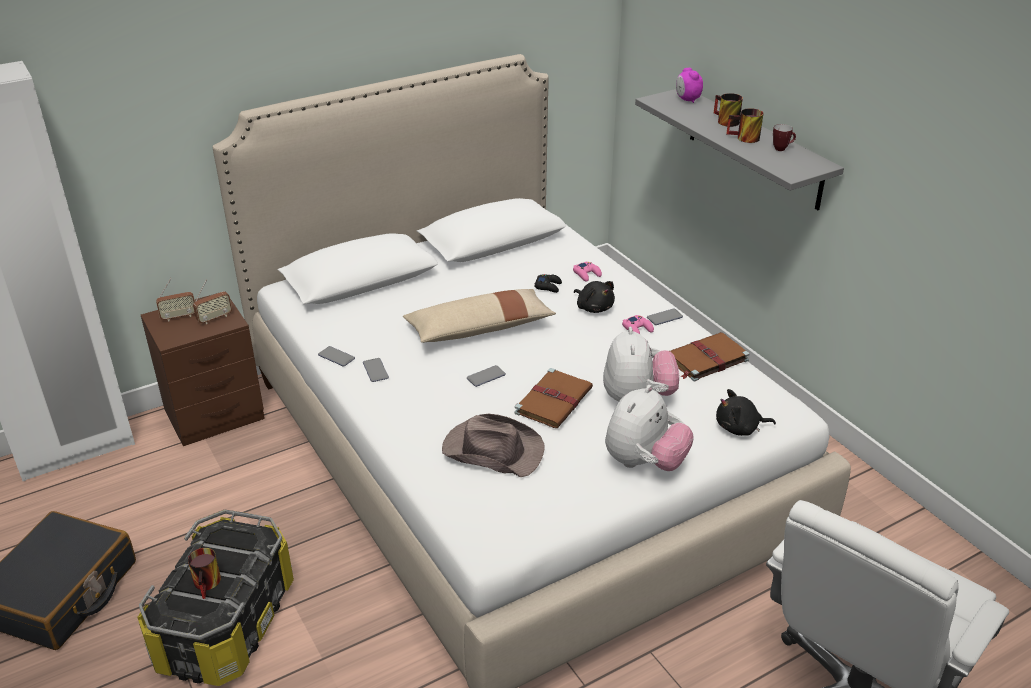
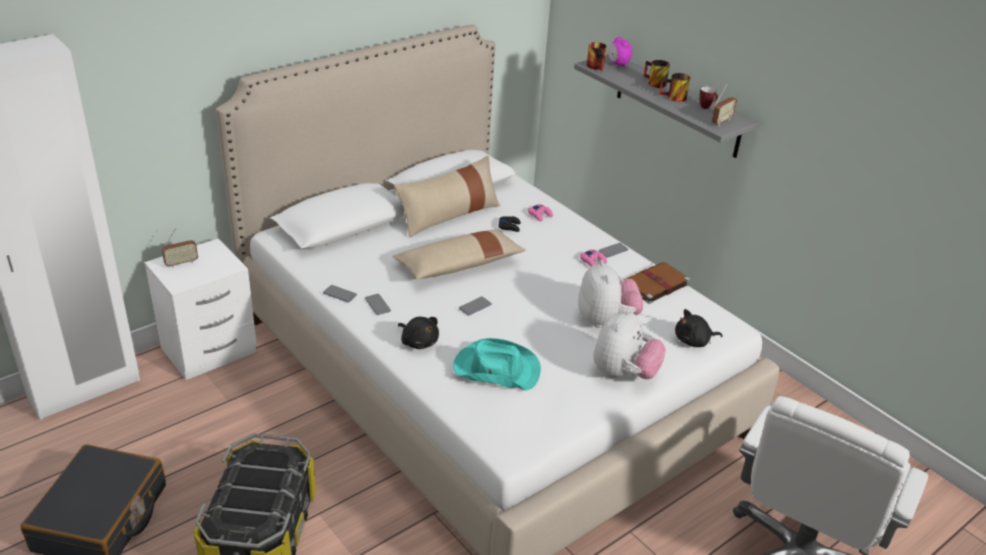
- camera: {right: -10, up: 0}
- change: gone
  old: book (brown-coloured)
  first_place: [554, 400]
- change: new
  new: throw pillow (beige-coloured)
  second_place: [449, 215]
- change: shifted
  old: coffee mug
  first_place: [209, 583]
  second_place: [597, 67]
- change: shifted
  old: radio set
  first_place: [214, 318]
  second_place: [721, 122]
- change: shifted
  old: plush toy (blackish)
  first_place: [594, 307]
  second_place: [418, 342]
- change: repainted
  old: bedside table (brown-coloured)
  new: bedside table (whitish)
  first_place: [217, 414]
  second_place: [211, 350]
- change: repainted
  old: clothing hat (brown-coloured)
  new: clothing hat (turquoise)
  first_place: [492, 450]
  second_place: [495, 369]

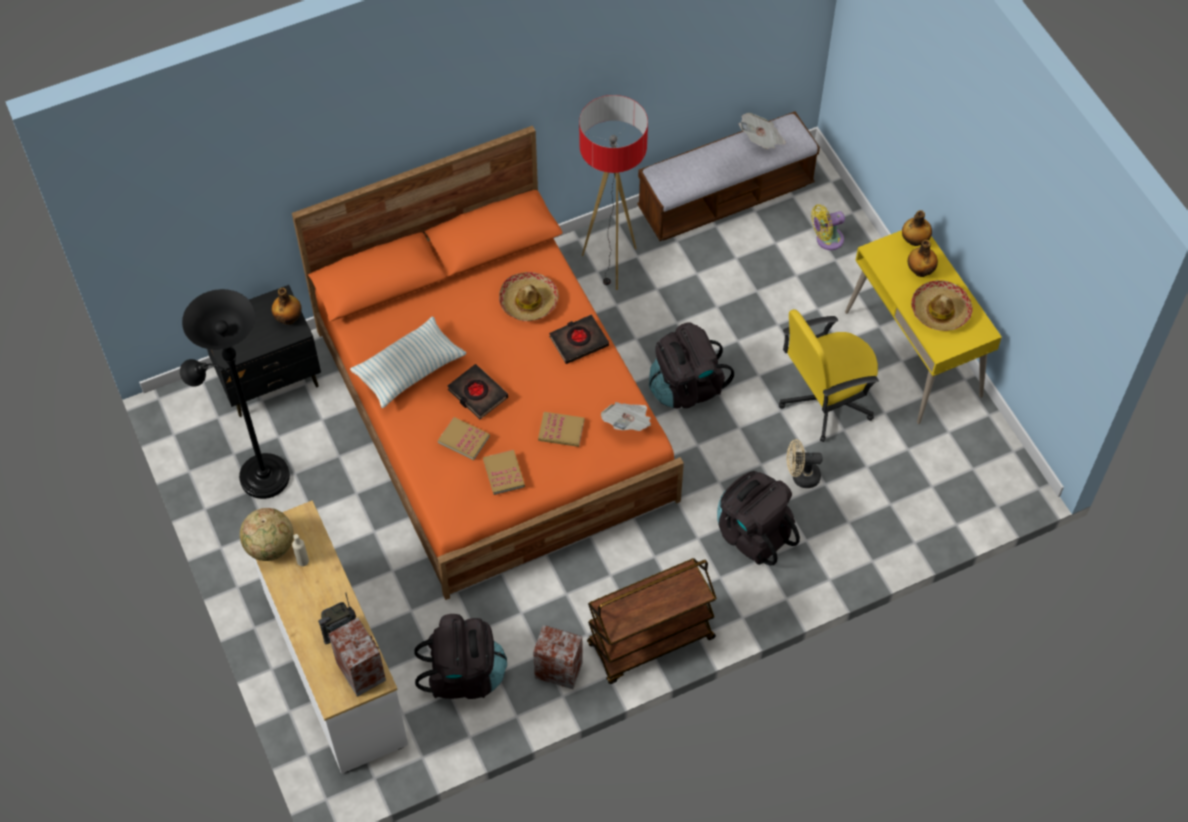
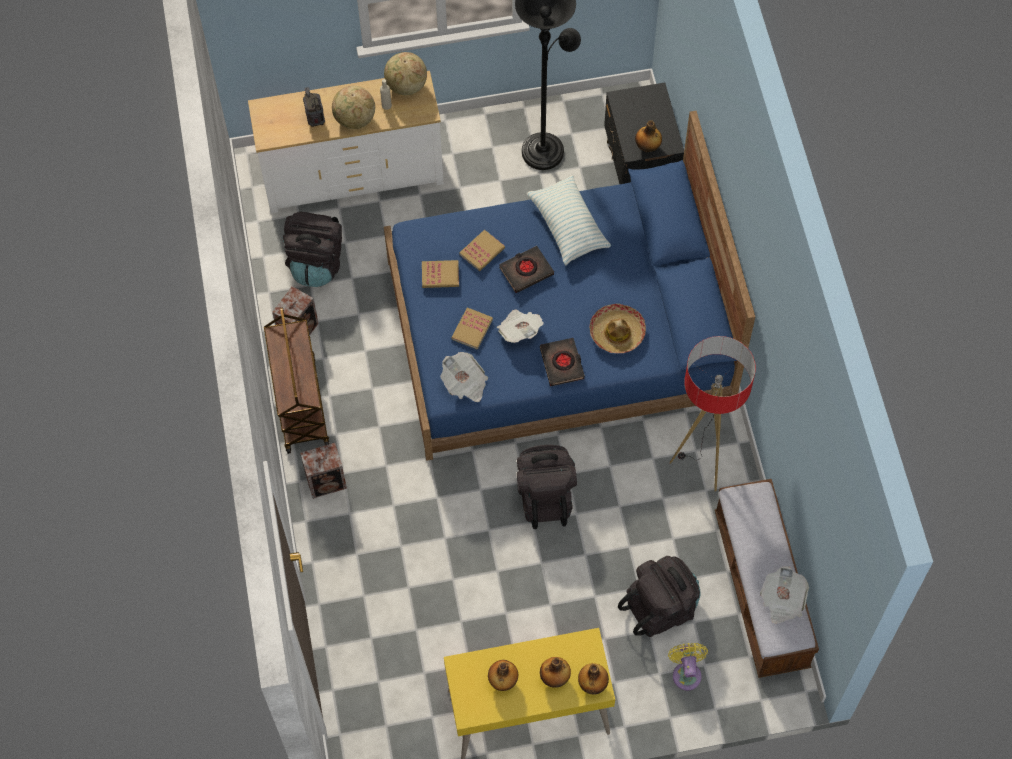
- camera: {right: 105, up: 5}
- change: gone
  old: computer chair (yellowish)
  first_place: [824, 401]
- change: gone
  old: cooling fan (beige-coloured)
  first_place: [801, 476]
- change: new
  new: desk globe
  second_place: [355, 120]
- change: new
  new: printed paper
  second_place: [519, 331]
- change: shifted
  old: speaker
  first_place: [360, 669]
  second_place: [327, 482]
- change: shifted
  old: backpack (blackish)
  first_place: [752, 533]
  second_place: [661, 607]
- change: swapped
  old: clothing hat
  new: beverage bottle
  first_place: [940, 311]
  second_place: [502, 680]
- change: repainted
  old: sleeping bed (orange-coloured)
  new: sleeping bed (bluish)
  first_place: [494, 413]
  second_place: [559, 332]

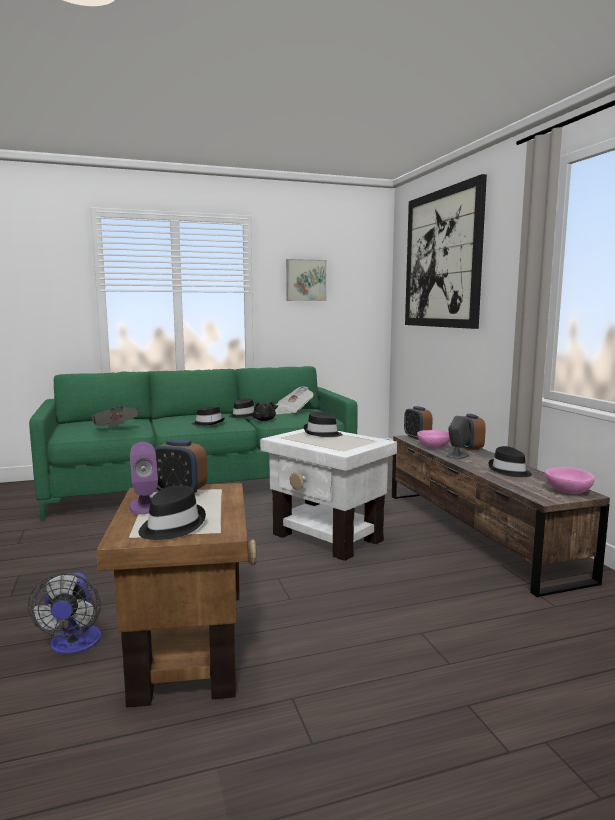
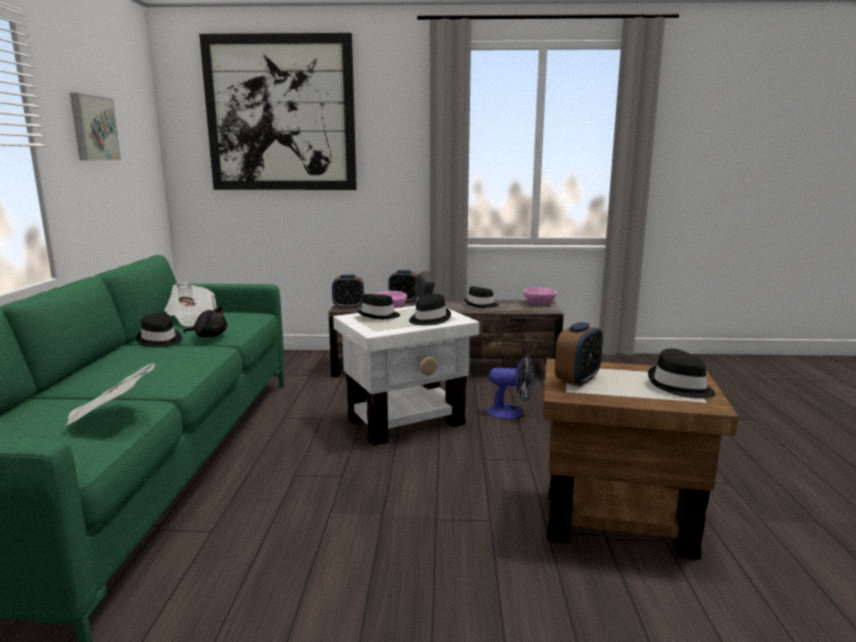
- camera: {right: -70, up: 5}
- change: gone
  old: speaker (purplish)
  first_place: [145, 506]
- change: shifted
  old: cooling fan
  first_place: [74, 645]
  second_place: [511, 412]
- change: shifted
  old: clothing hat (blackish)
  first_place: [208, 423]
  second_place: [428, 319]

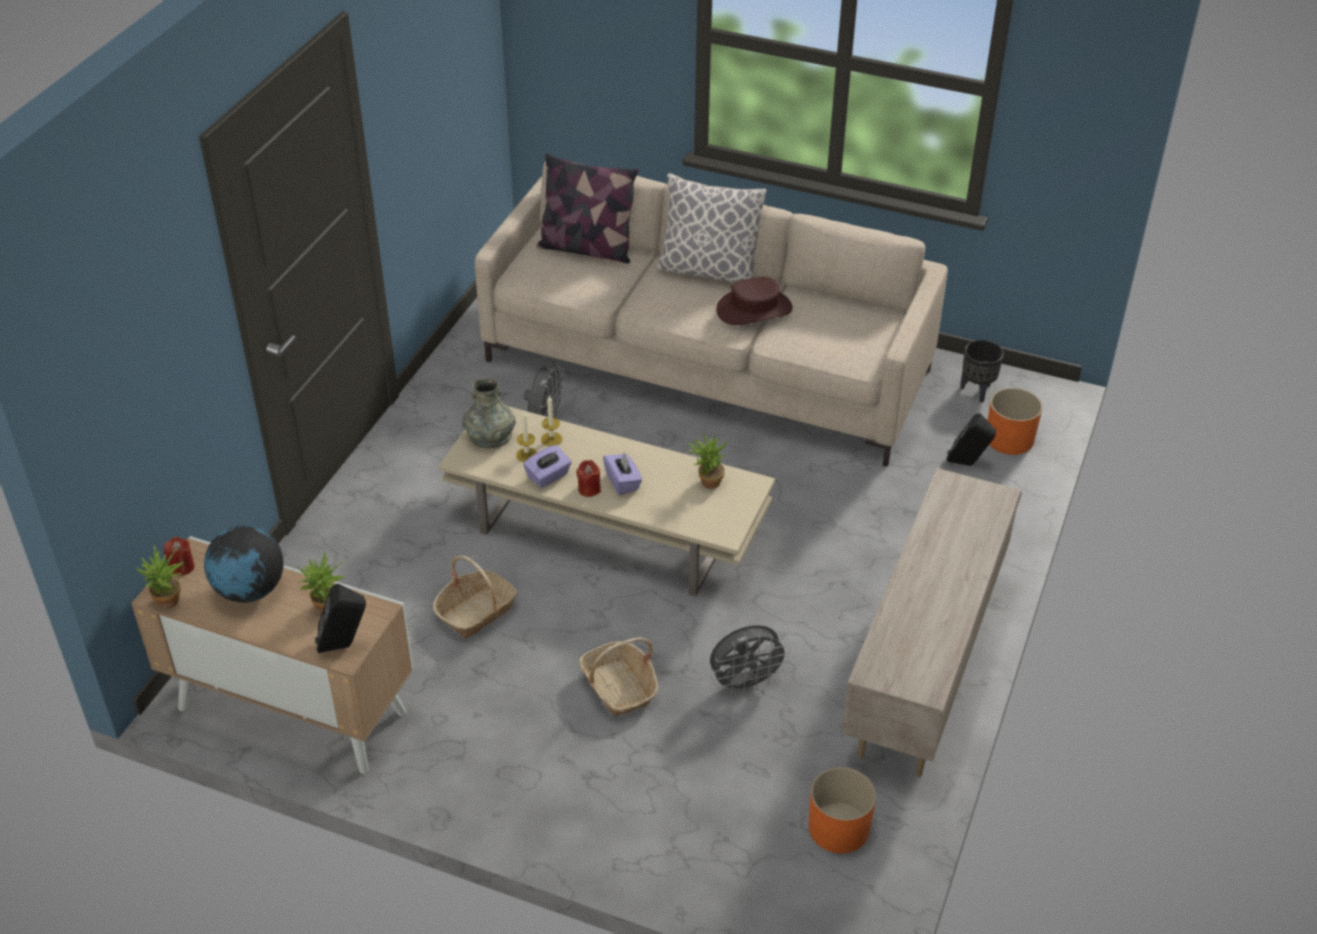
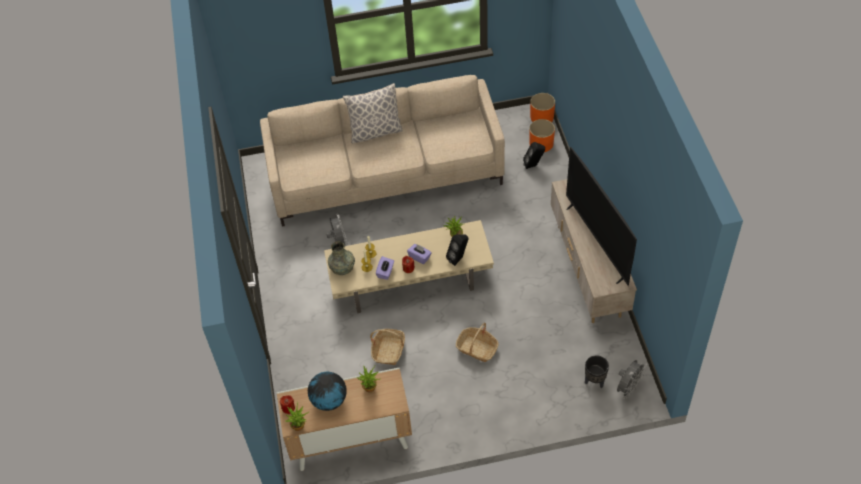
- camera: {right: -30, up: 10}
- change: gone
  old: throw pillow
  first_place: [586, 248]
- change: gone
  old: clothing hat (brown-coloured)
  first_place: [754, 309]
- change: new
  new: TV
  second_place: [597, 243]
- change: shifted
  old: speaker (blackish)
  first_place: [344, 645]
  second_place: [458, 258]
- change: shifted
  old: cooling fan (greyish)
  first_place: [745, 683]
  second_place: [628, 388]
- change: shifted
  old: plant pot (orange-coloured)
  first_place: [839, 828]
  second_place: [542, 117]
- change: shifted
  old: plant pot (blackish)
  first_place: [977, 391]
  second_place: [594, 381]

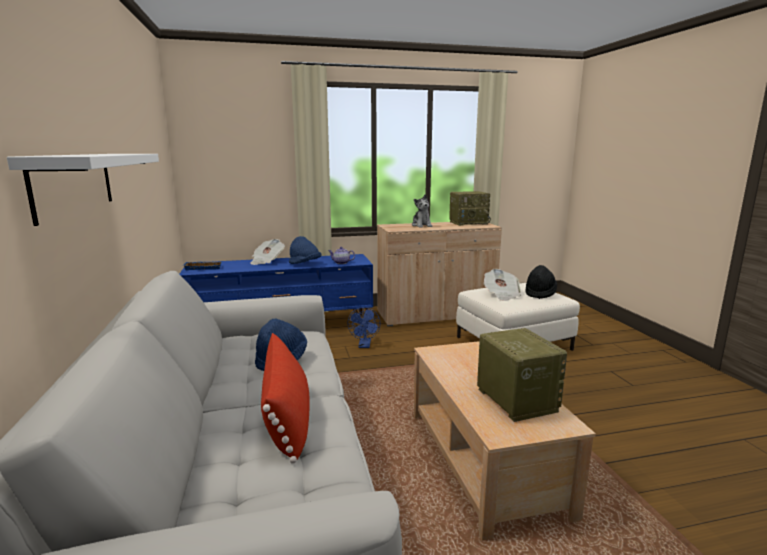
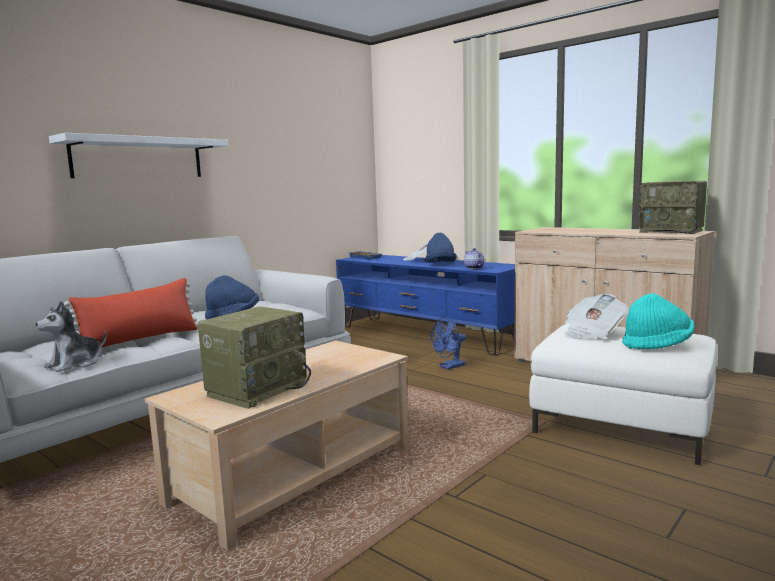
- camera: {right: 55, up: -5}
- change: shifted
  old: plush toy
  first_place: [421, 225]
  second_place: [75, 364]
- change: repainted
  old: clothing hat (blackish)
  new: clothing hat (turquoise)
  first_place: [540, 293]
  second_place: [657, 345]

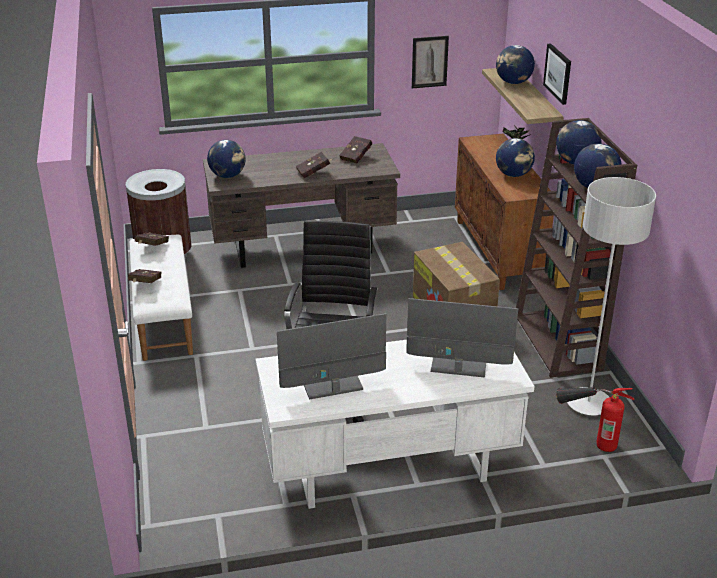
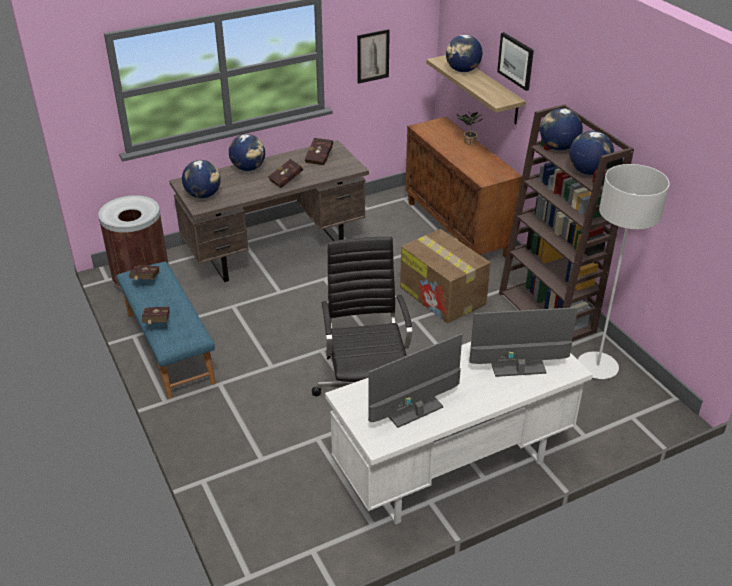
- camera: {right: -15, up: 5}
- change: gone
  old: fire extinguisher
  first_place: [587, 439]
- change: shifted
  old: desk globe
  first_place: [513, 175]
  second_place: [248, 168]
- change: repainted
  old: long seat (whitish)
  new: long seat (bluish)
  first_place: [163, 317]
  second_place: [169, 348]

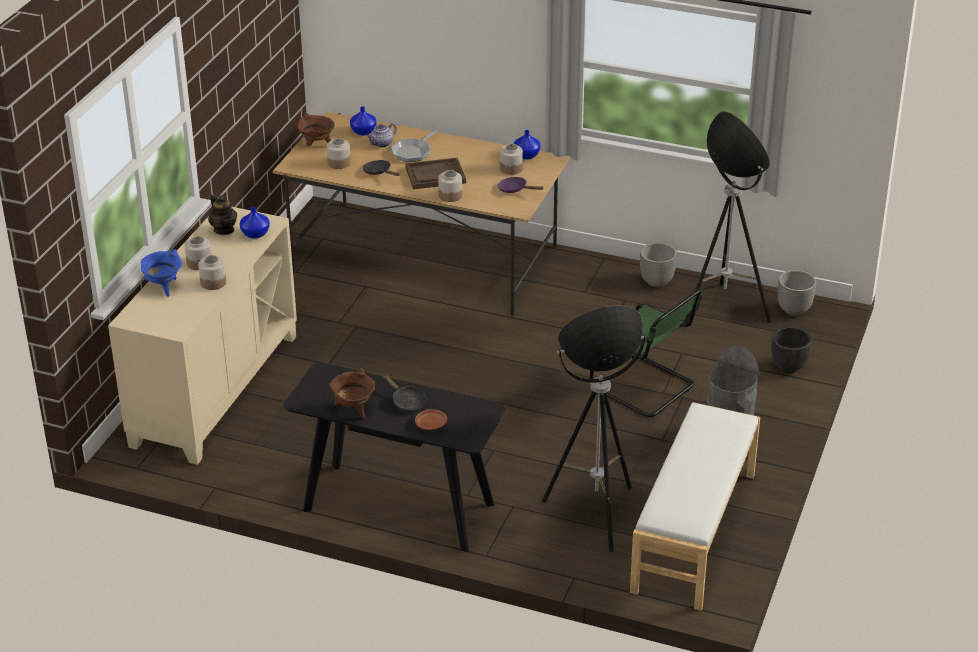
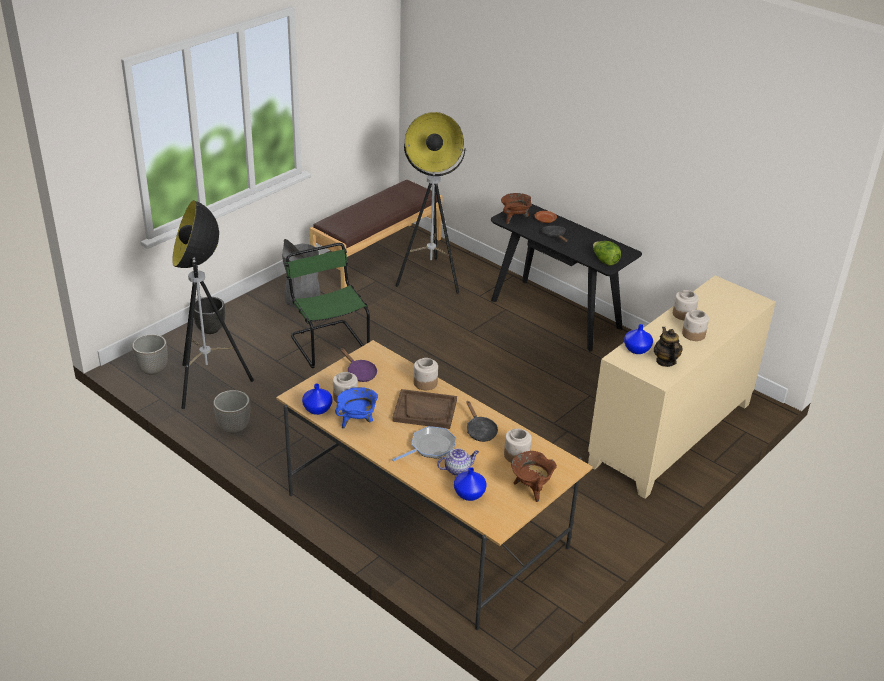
- camera: {right: -160, up: 0}
- change: new
  new: lettuce
  second_place: [604, 261]
- change: shifted
  old: saucepot (bluish)
  first_place: [163, 287]
  second_place: [357, 421]
- change: shifted
  old: saucepot (brown-coloured)
  first_place: [354, 410]
  second_place: [515, 219]
- change: repainted
  old: long seat (whitish)
  new: long seat (brown-coloured)
  first_place: [695, 532]
  second_place: [377, 255]

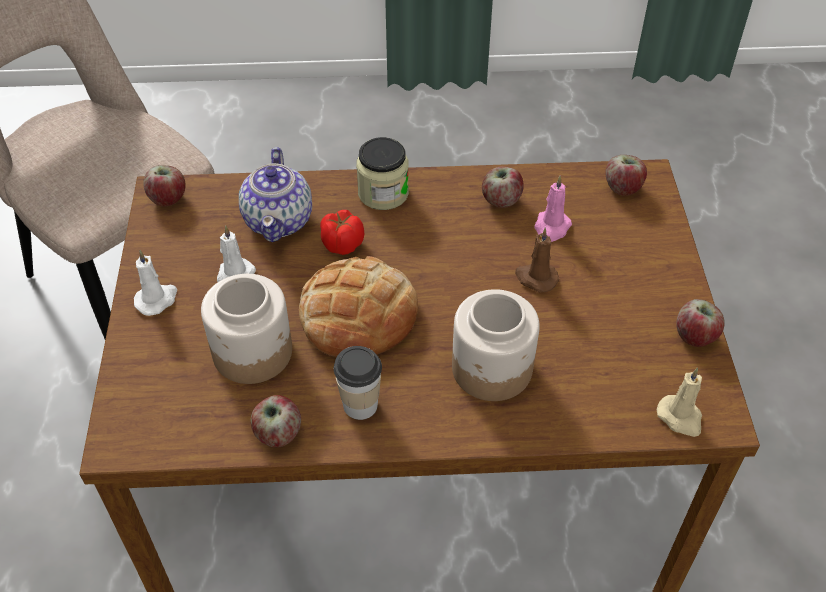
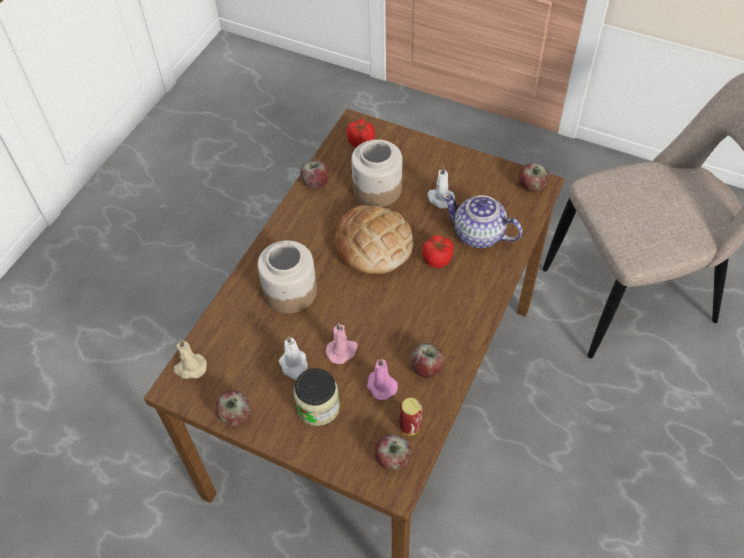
- camera: {right: 120, up: 5}
- change: gone
  old: cup
  first_place: [360, 405]
- change: new
  new: whole tomato
  second_place: [360, 141]
- change: new
  new: can
  second_place: [410, 427]
- change: shifted
  old: wax light (whitish)
  first_place: [157, 299]
  second_place: [294, 366]
- change: shifted
  old: jar
  first_place: [383, 193]
  second_place: [318, 407]
- change: repainted
  old: wax light (brown-coloured)
  new: wax light (pink)
  first_place: [535, 278]
  second_place: [342, 351]

